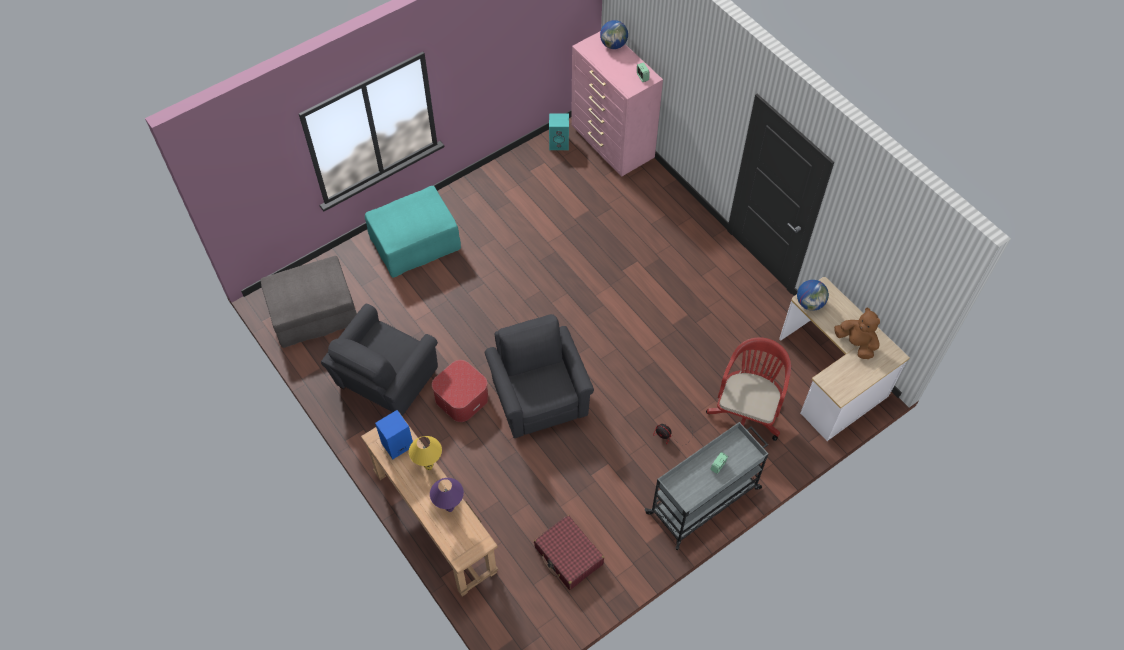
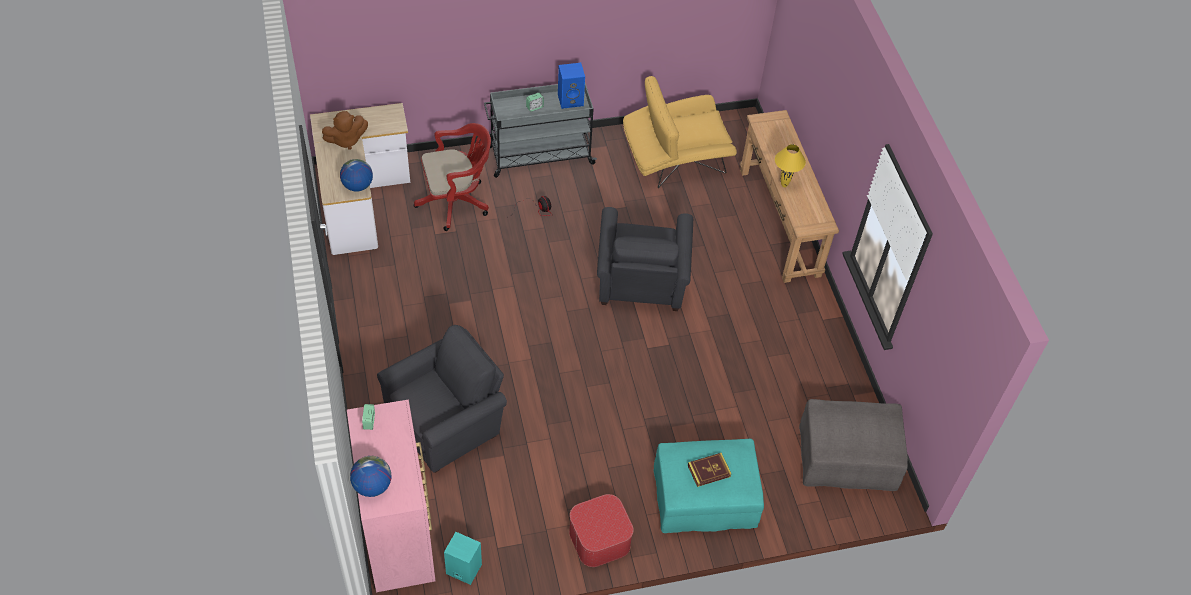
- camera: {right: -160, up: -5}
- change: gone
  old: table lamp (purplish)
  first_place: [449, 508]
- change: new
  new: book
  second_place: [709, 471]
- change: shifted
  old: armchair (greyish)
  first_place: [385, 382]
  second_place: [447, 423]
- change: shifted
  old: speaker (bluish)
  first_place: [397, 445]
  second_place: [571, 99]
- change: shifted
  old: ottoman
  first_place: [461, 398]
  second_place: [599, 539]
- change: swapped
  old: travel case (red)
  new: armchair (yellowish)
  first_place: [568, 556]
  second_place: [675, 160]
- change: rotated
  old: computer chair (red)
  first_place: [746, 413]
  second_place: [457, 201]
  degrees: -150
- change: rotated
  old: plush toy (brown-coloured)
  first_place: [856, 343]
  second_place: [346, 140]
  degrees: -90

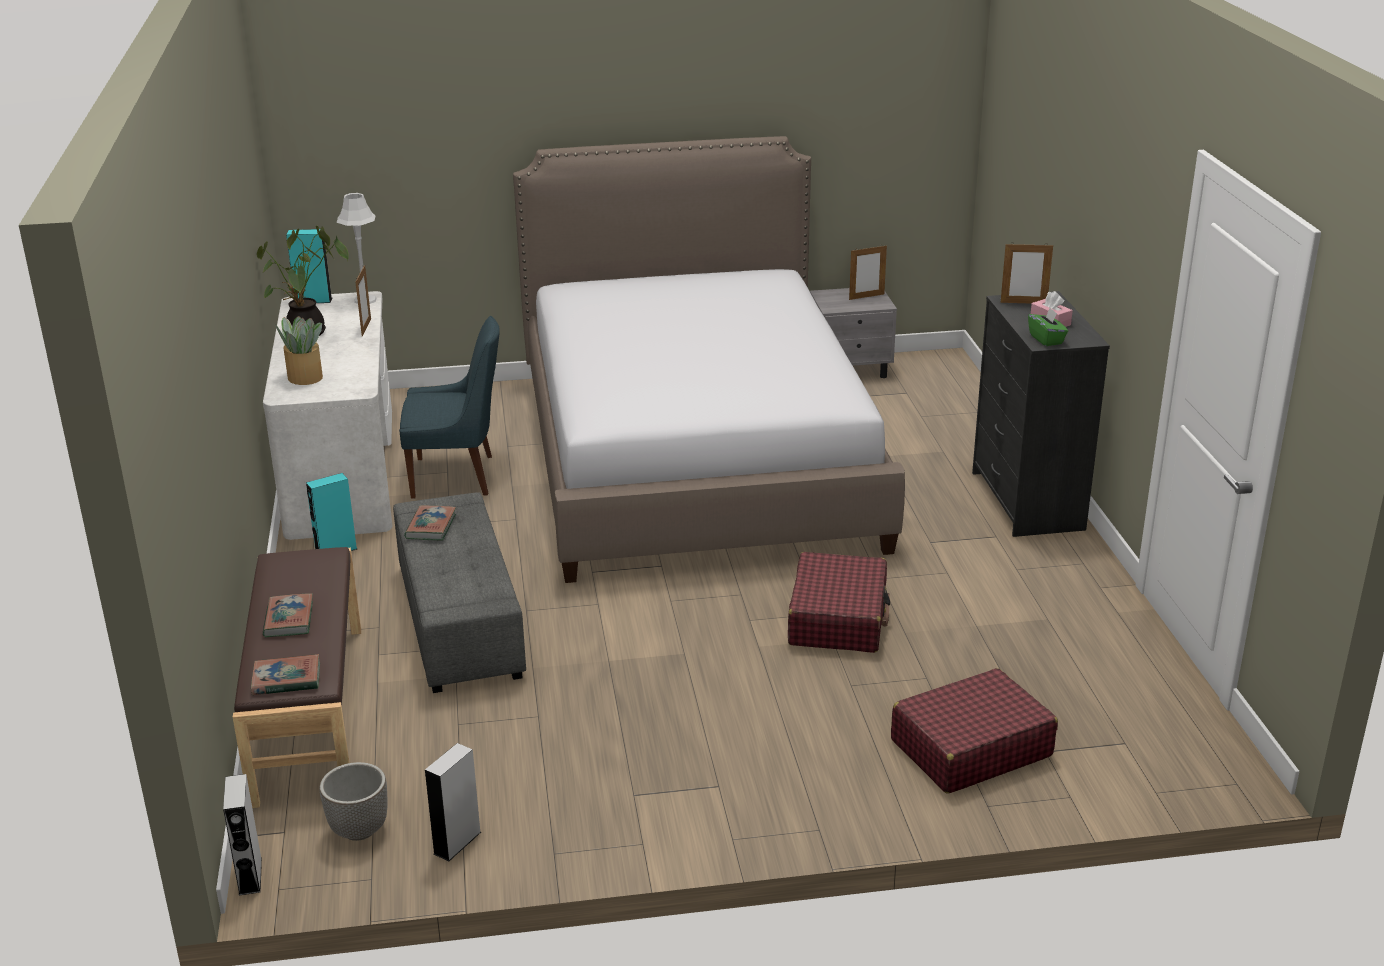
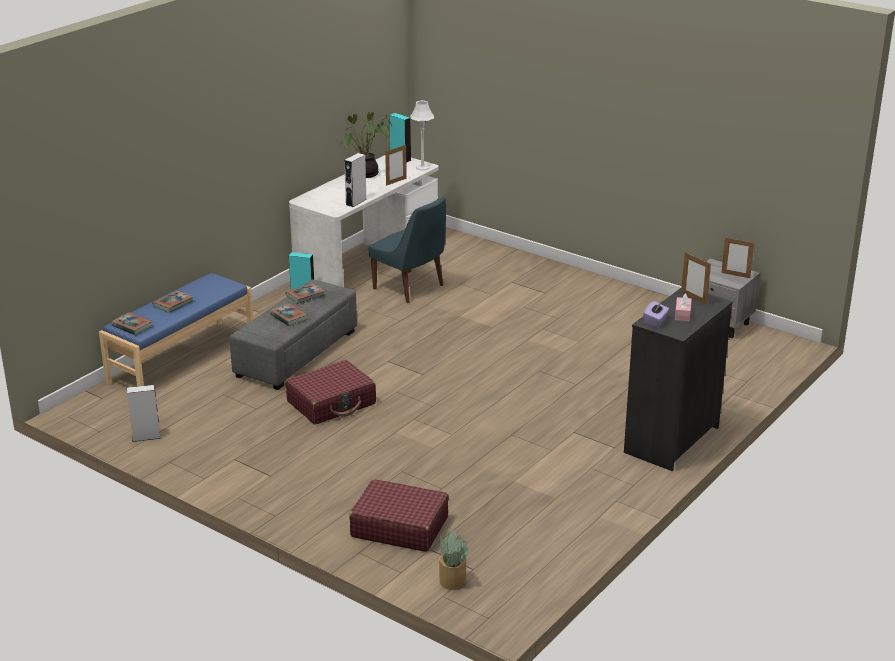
- camera: {right: 45, up: 0}
- change: gone
  old: plant pot
  first_place: [359, 830]
- change: gone
  old: sleeping bed
  first_place: [696, 459]
- change: new
  new: book
  second_place: [289, 317]
- change: shifted
  old: speaker (greyish)
  first_place: [250, 876]
  second_place: [356, 202]
- change: shifted
  old: houseplant
  first_place: [305, 377]
  second_place: [452, 580]
- change: shifted
  old: travel case (red)
  first_place: [838, 618]
  second_place: [331, 403]
- change: repainted
  old: long seat (brown-coloured)
  new: long seat (bluish)
  first_place: [307, 712]
  second_place: [181, 359]
- change: repainted
  old: tissue holder (greenish)
  new: tissue holder (purplish)
  first_place: [1046, 339]
  second_place: [655, 322]

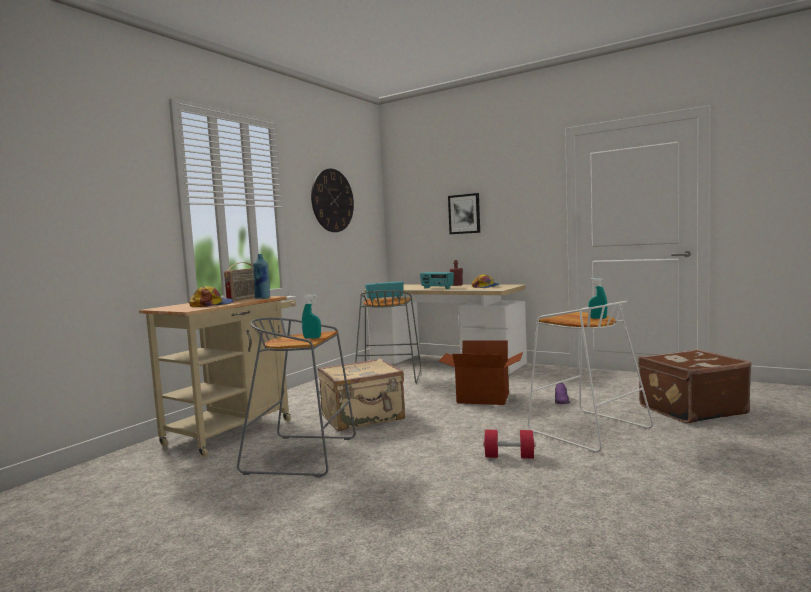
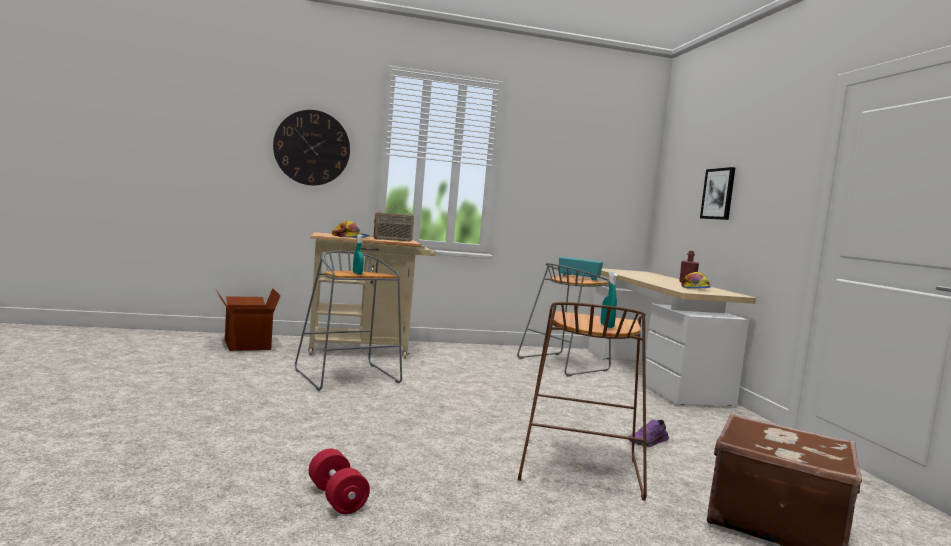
- camera: {right: 45, up: 0}
- change: gone
  old: beverage bottle (bluish)
  first_place: [263, 298]
- change: gone
  old: travel case (beige-coloured)
  first_place: [363, 418]
- change: gone
  old: radio set
  first_place: [437, 288]
- change: shifted
  old: hanging clock
  first_place: [332, 200]
  second_place: [312, 148]
- change: shifted
  old: packing box
  first_place: [482, 398]
  second_place: [246, 344]
- change: shifted
  old: dumbbell (red)
  first_place: [509, 456]
  second_place: [337, 498]
- change: repainted
  old: stool seat (whitish)
  new: stool seat (brown-coloured)
  first_place: [586, 430]
  second_place: [578, 467]

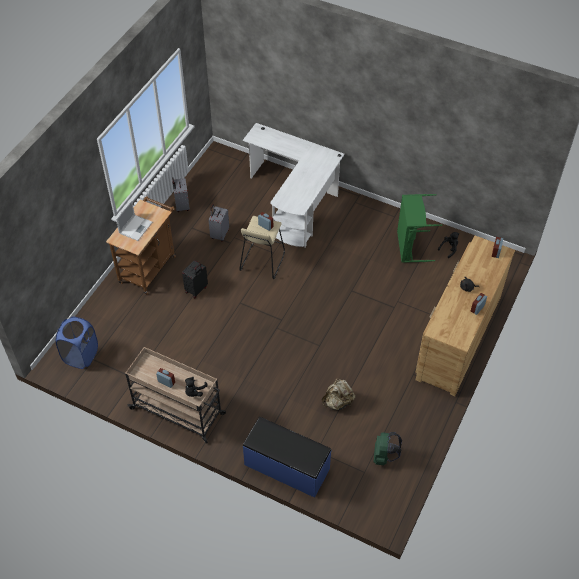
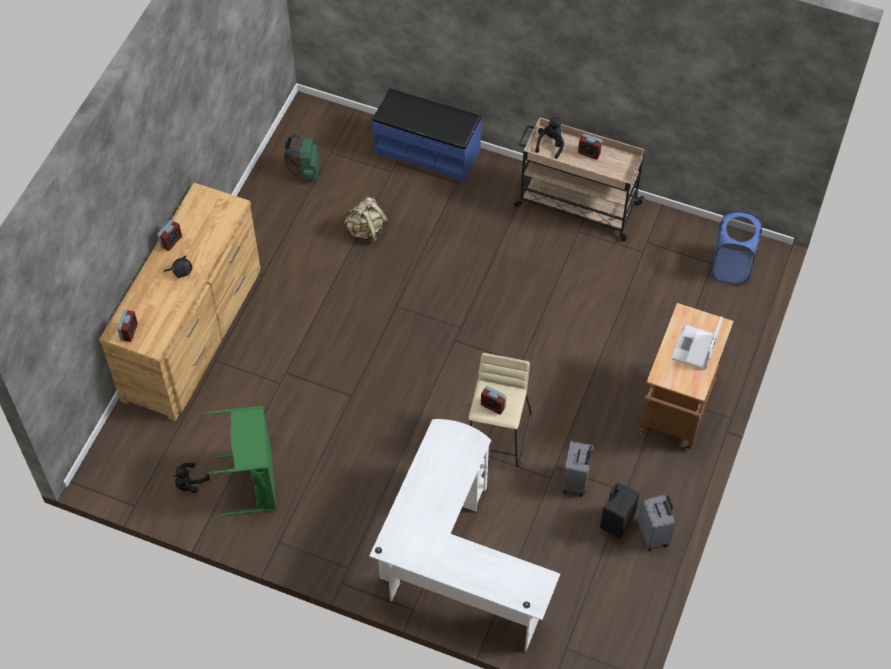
- camera: {right: 175, up: 5}
- change: shifted
  old: travel case (blackish)
  first_place: [196, 290]
  second_place: [616, 523]

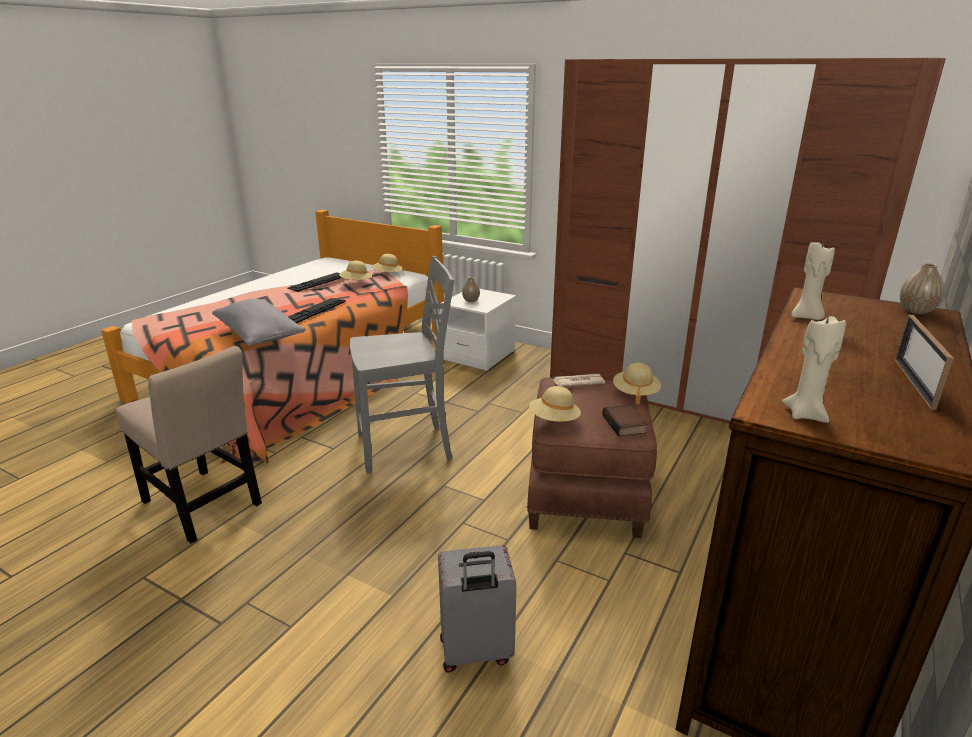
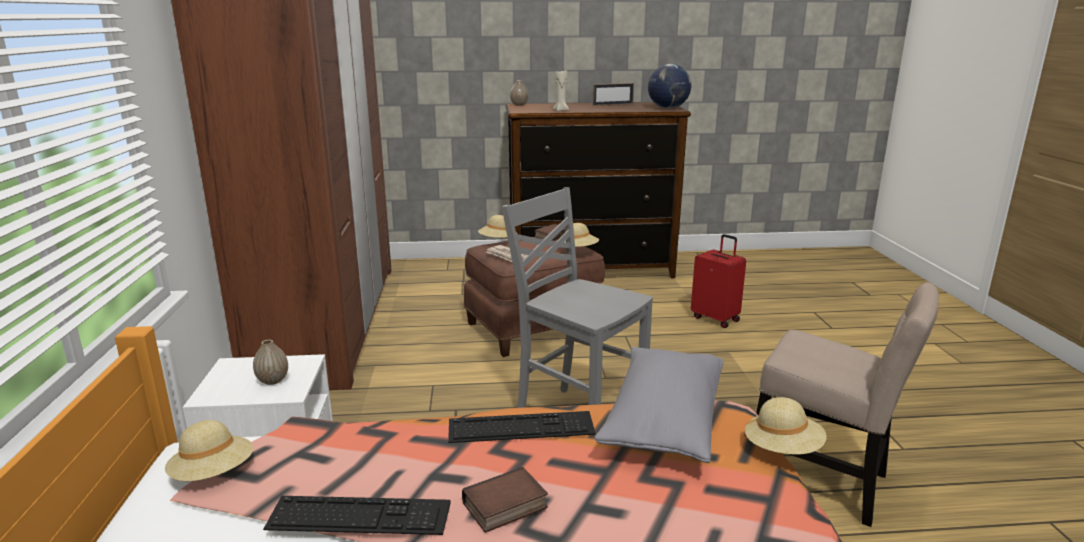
- camera: {right: -125, up: -5}
- change: new
  new: book
  second_place: [505, 507]
- change: shifted
  old: clothing hat (beige-coloured)
  first_place: [356, 283]
  second_place: [782, 449]
- change: swapped
  old: wax light (beige-coloured)
  new: desk globe
  first_place: [805, 414]
  second_place: [668, 108]
- change: repainted
  old: travel case (greyish)
  new: travel case (red)
  first_place: [475, 652]
  second_place: [716, 319]
- change: rotated
  old: upright chair (beige-coloured)
  first_place: [204, 506]
  second_place: [823, 481]
  degrees: 120

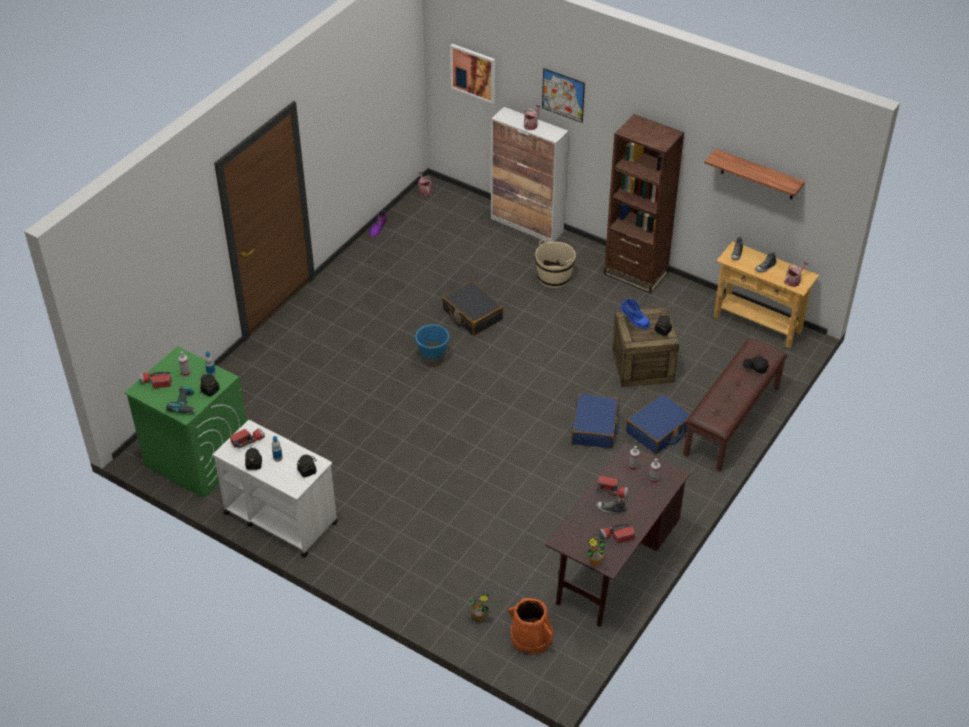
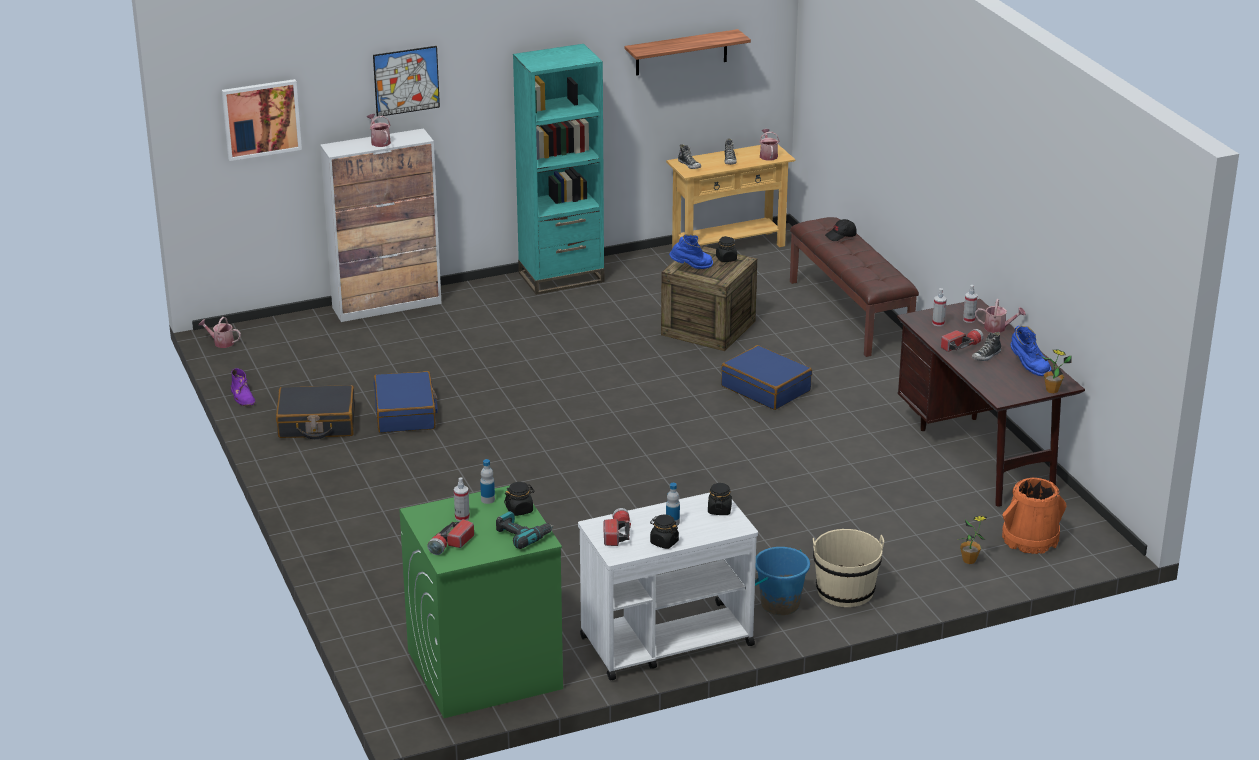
- camera: {right: -55, up: -15}
- change: new
  new: watering pot
  second_place: [998, 328]
- change: shifted
  old: pail (bluish)
  first_place: [433, 358]
  second_place: [779, 604]
- change: shifted
  old: travel case (blackish)
  first_place: [472, 315]
  second_place: [316, 423]
- change: shifted
  old: pail (beige-coloured)
  first_place: [554, 277]
  second_place: [845, 591]
- change: shifted
  old: travel case (bluish)
  first_place: [659, 430]
  second_place: [405, 413]
- change: swapped
  old: hand torch
  new: high-top boot (bluish)
  first_place: [616, 536]
  second_place: [1028, 367]
- change: repainted
  old: bookcase (brown-coloured)
  new: bookcase (turquoise)
  first_place: [635, 273]
  second_place: [561, 277]

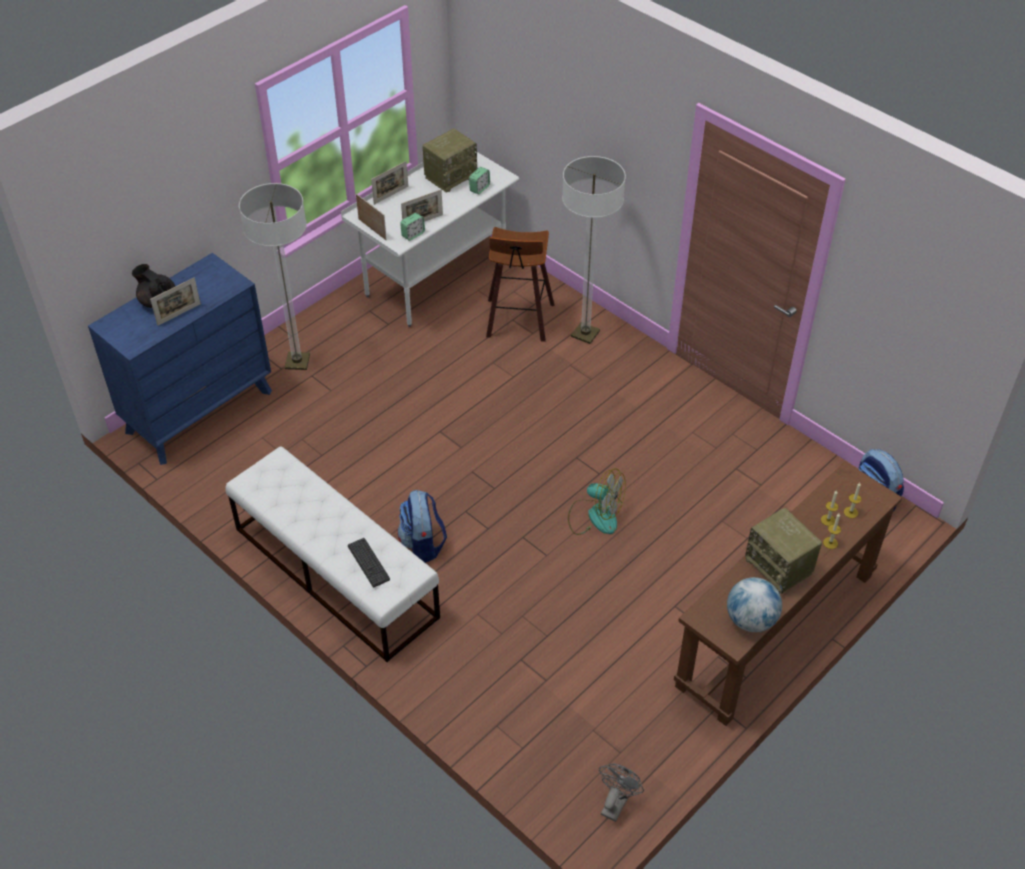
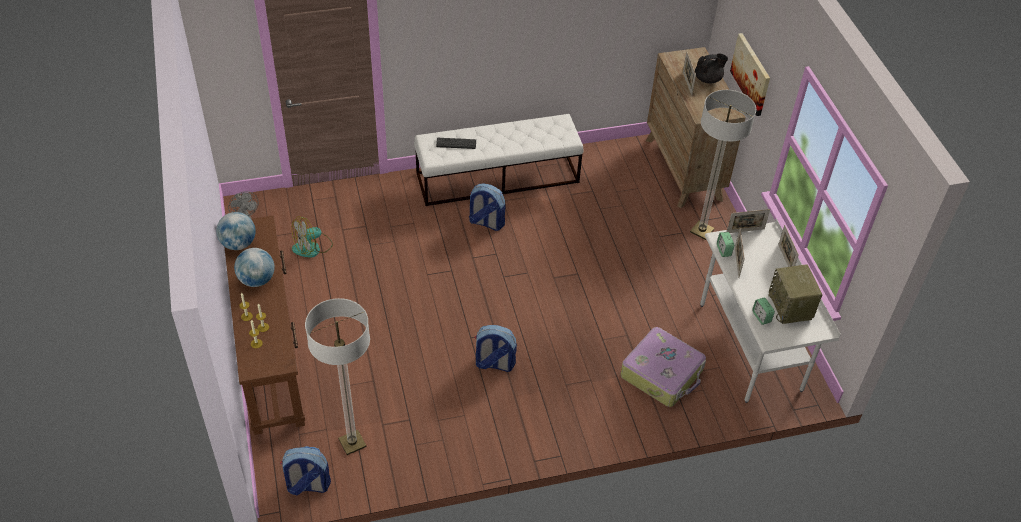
- camera: {right: 120, up: 0}
- change: new
  new: backpack
  second_place: [494, 363]
- change: new
  new: wall art
  second_place: [751, 74]
- change: shifted
  old: standing lamp
  first_place: [585, 334]
  second_place: [352, 443]
- change: shifted
  old: cooling fan
  first_place: [595, 516]
  second_place: [312, 247]
- change: swapped
  old: stool seat
  new: travel case
  first_place: [518, 322]
  second_place: [662, 373]
- change: swapped
  old: radio set
  new: desk globe
  first_place: [780, 567]
  second_place: [257, 280]
- change: repainted
  old: dresser (bluish)
  new: dresser (brown-coloured)
  first_place: [199, 411]
  second_place: [684, 169]

